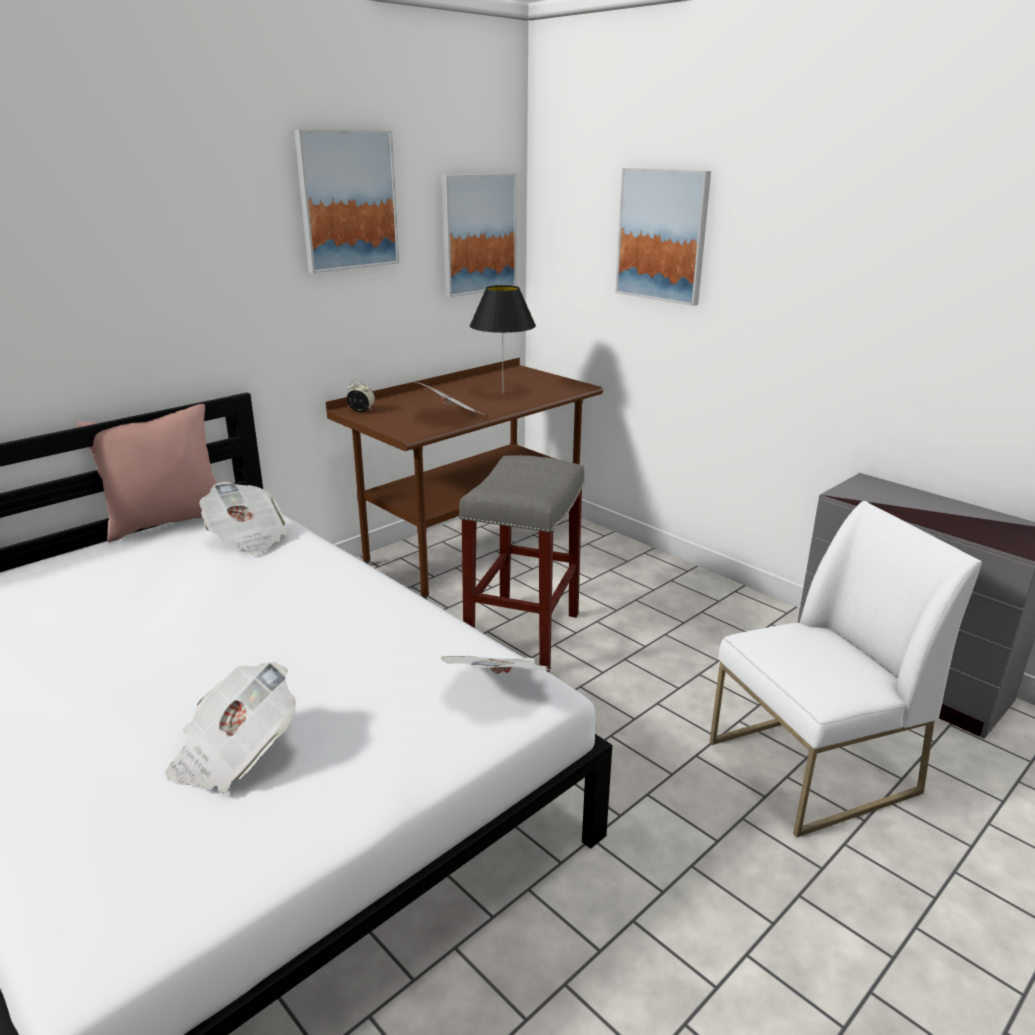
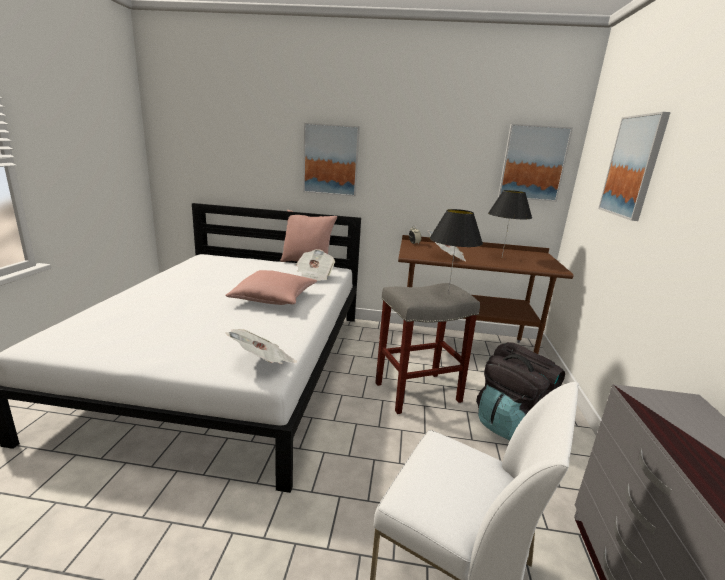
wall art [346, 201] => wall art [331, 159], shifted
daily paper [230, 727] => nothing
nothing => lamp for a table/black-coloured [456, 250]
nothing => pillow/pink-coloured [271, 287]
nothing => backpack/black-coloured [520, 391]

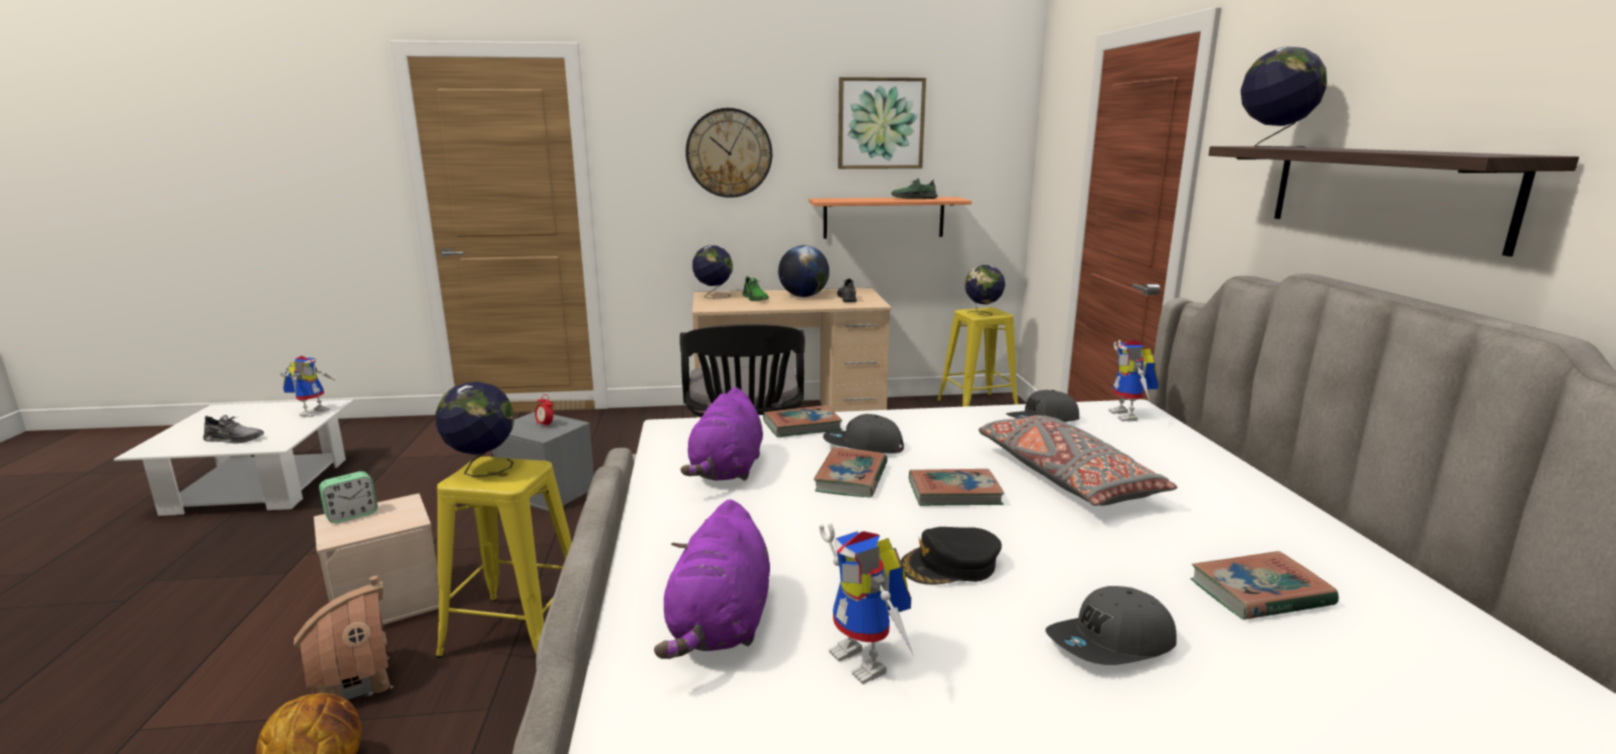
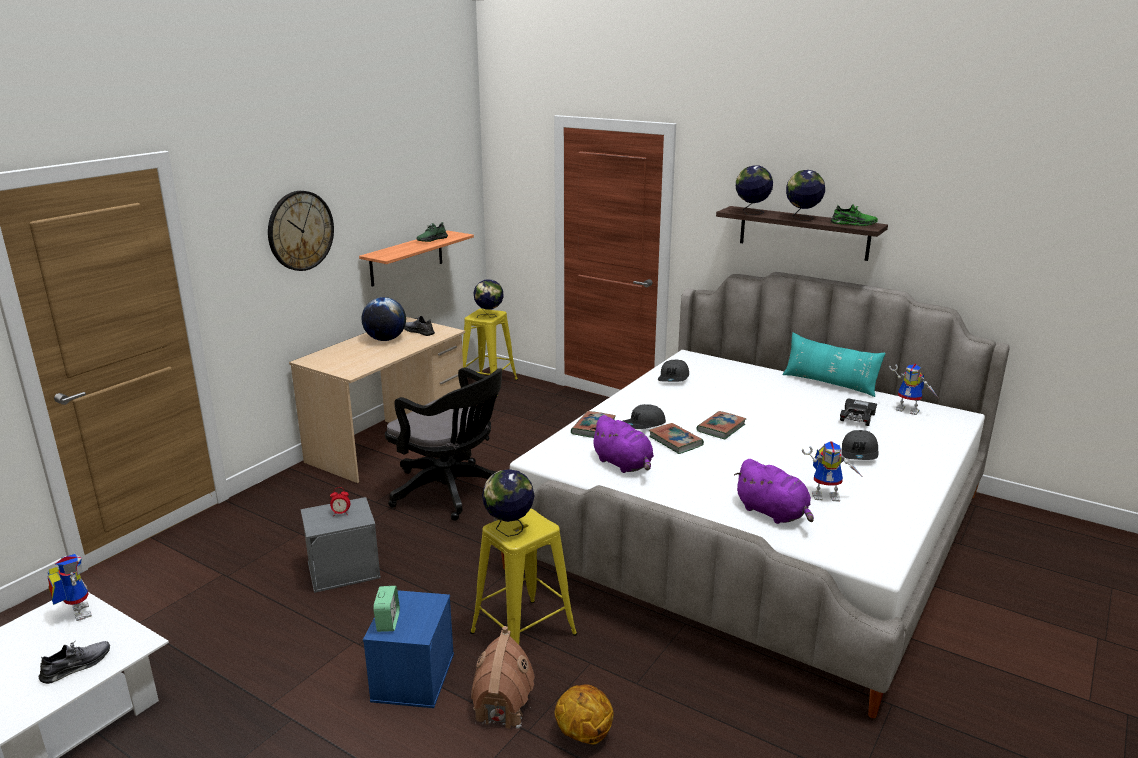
wall art [882, 123] => nothing
world globe [712, 272] => world globe [805, 195], shifted
item of footwear/green-coloured [755, 288] => item of footwear/green-coloured [854, 215], shifted
model robot [1134, 381] => model robot [913, 389], shifted
pillow/greyish [1078, 460] => nothing
storage container/beige-coloured [376, 559] => storage container/bluish [408, 649]
cap/black-coloured [951, 556] => nothing
volume [1265, 585] => miniature car/black-coloured [858, 412]
nothing => pillow/turquoise [833, 364]

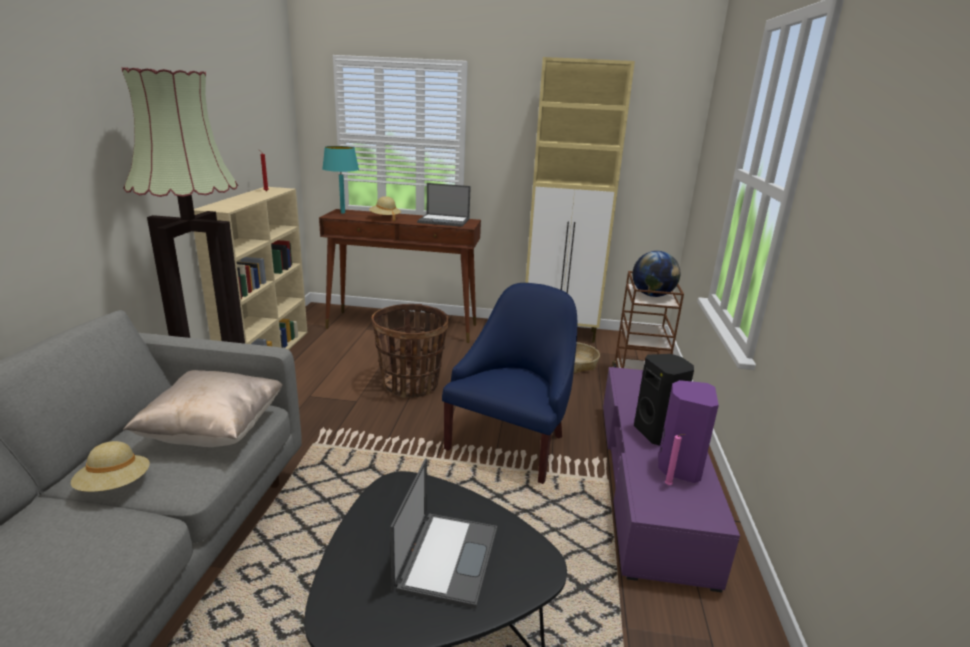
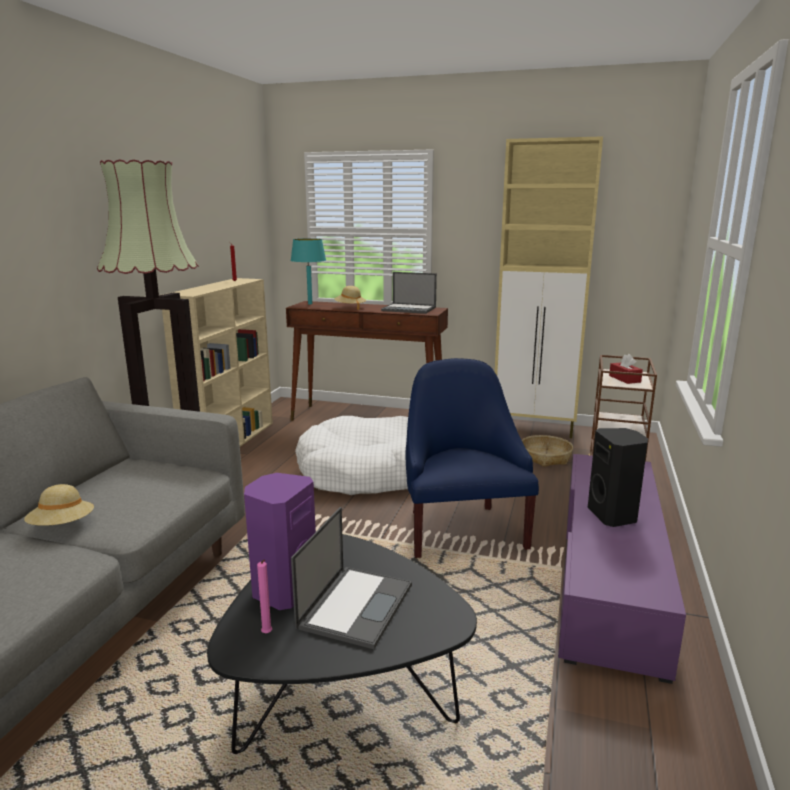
world globe [657, 274] => tissue holder/reddish [626, 369]
lounge chair/bluish [510, 383] => lounge chair/bluish [472, 458], 45 degrees counterclockwise
household basket [410, 351] => pet bed/white [351, 455]
pillow/beige-coloured [203, 408] => nothing
speaker/purple-coloured [688, 431] => speaker/purple-coloured [280, 541], shifted
wax candle/pink-coloured [675, 459] => wax candle/pink-coloured [264, 597], shifted

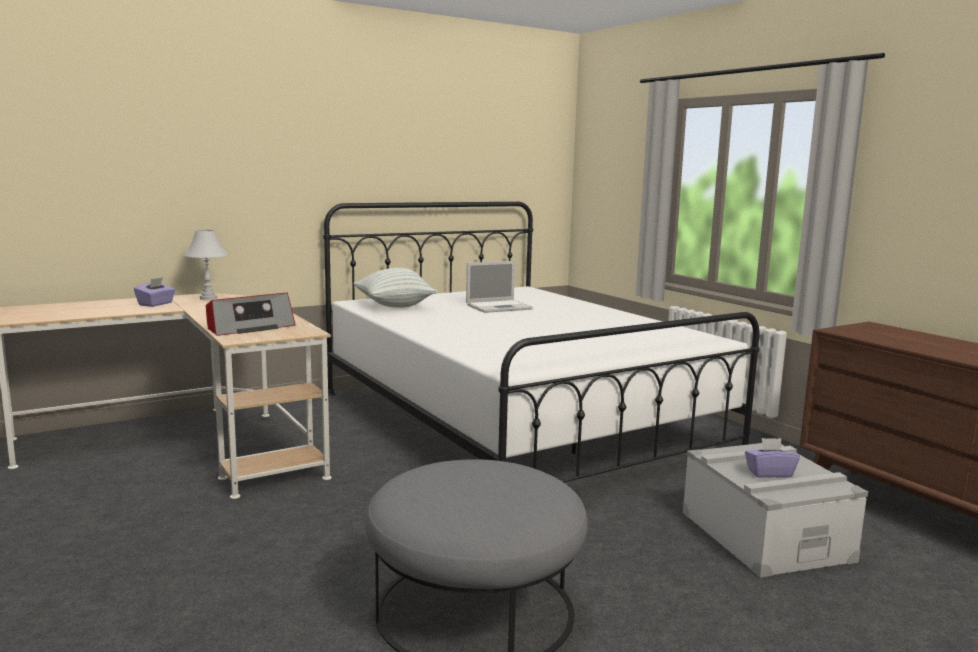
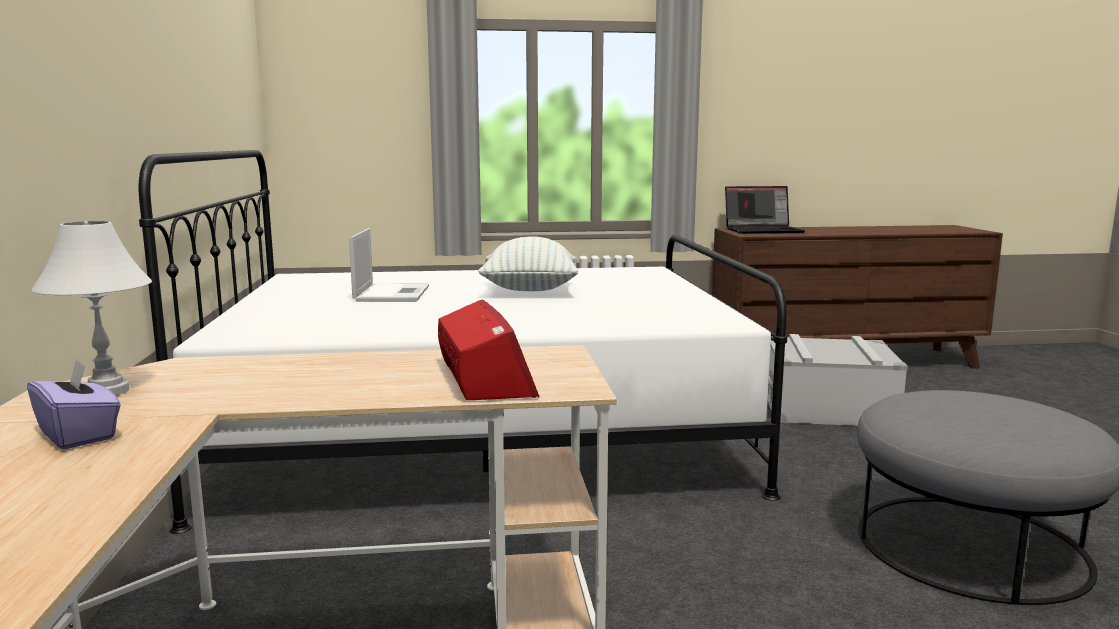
pillow [396, 288] => pillow [528, 263], shifted
tissue holder/purple-coloured [772, 458] => nothing
nothing => notebook computer [765, 210]

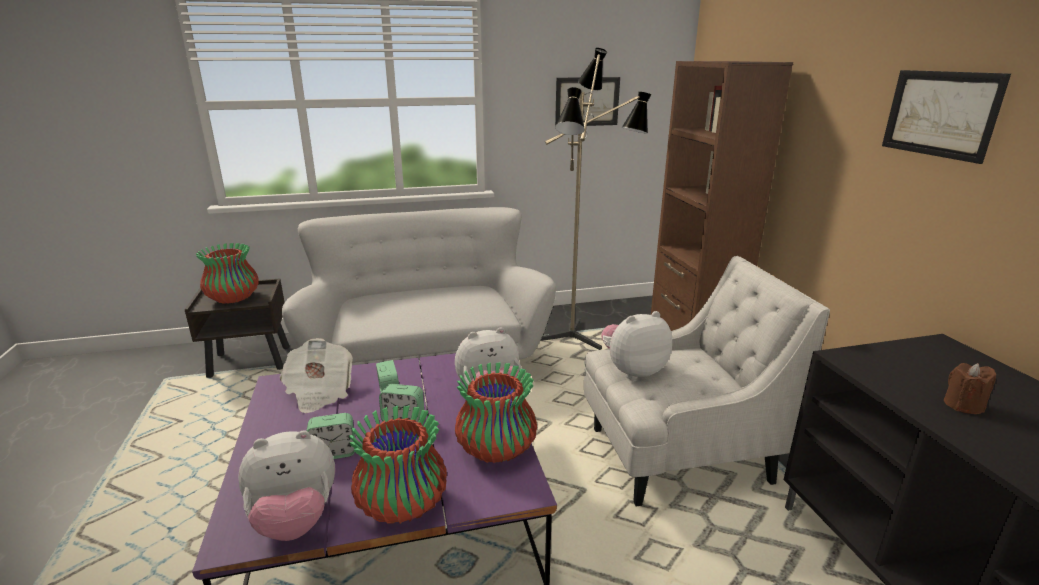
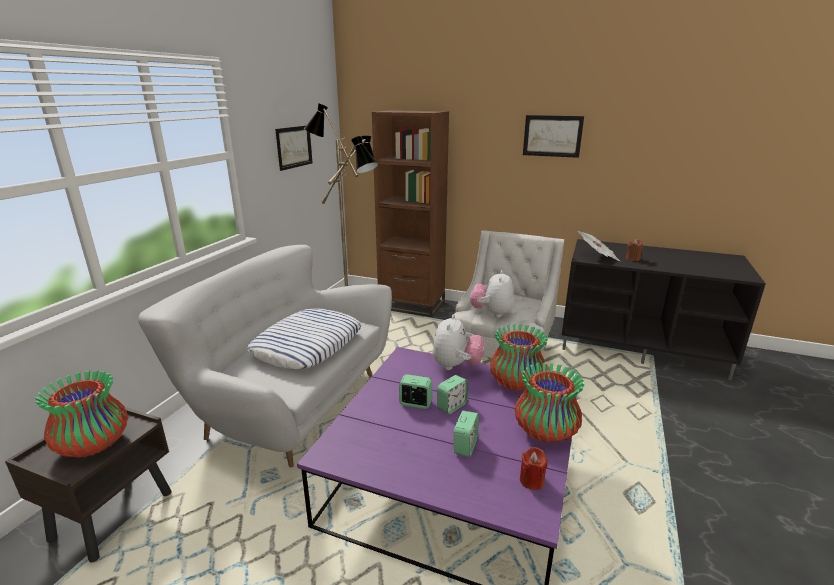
daily paper [316, 375] => daily paper [599, 246], shifted
plush toy [286, 485] => wax candle/reddish [534, 468]
nothing => pillow [304, 338]

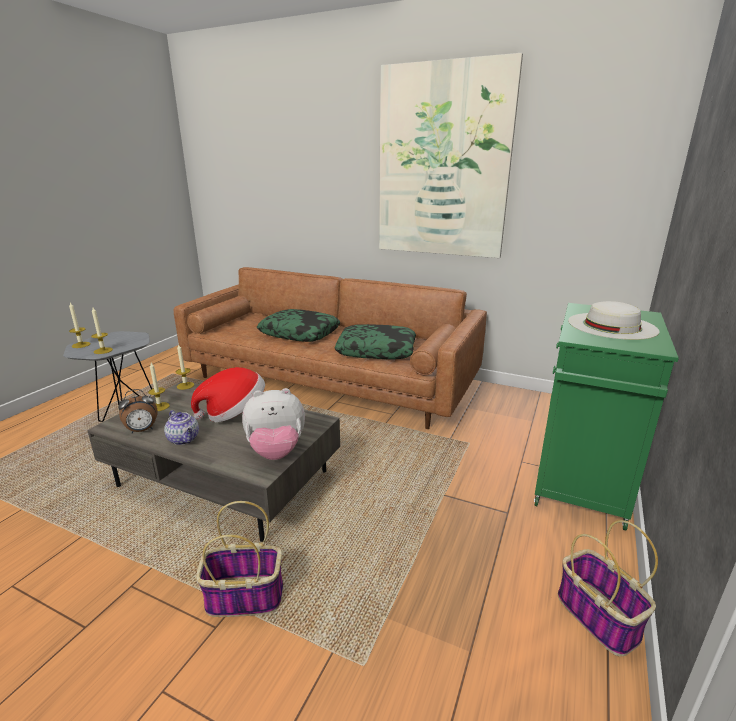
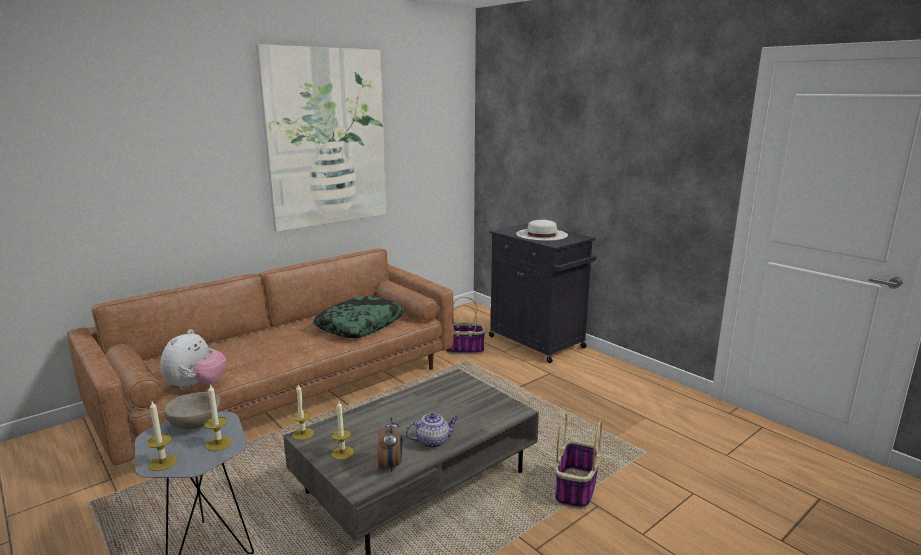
cabinet/green-coloured [606, 416] => cabinet/black-coloured [542, 293]
pillow [298, 325] => nothing
clothing hat [228, 394] => nothing
plush toy [273, 424] => plush toy [193, 359], shifted
household basket [608, 588] => household basket [465, 325], shifted
nothing => bowl/beige-coloured [192, 410]

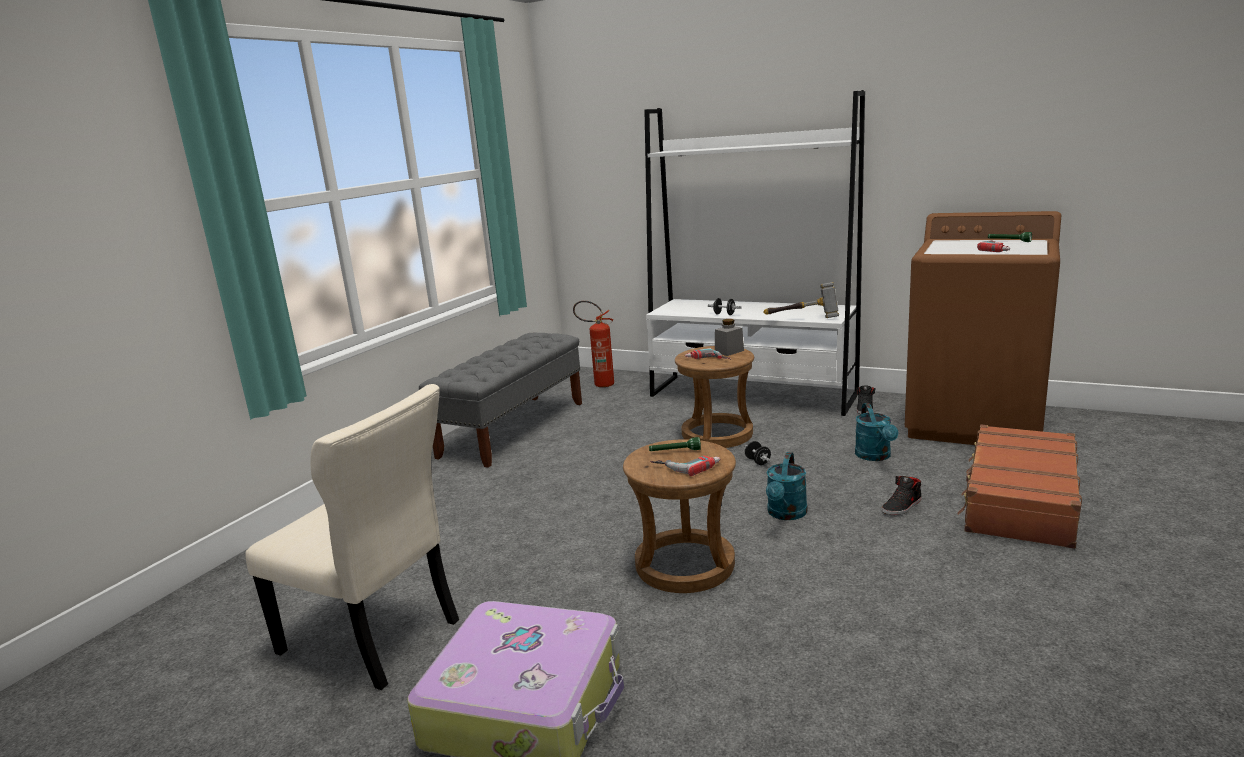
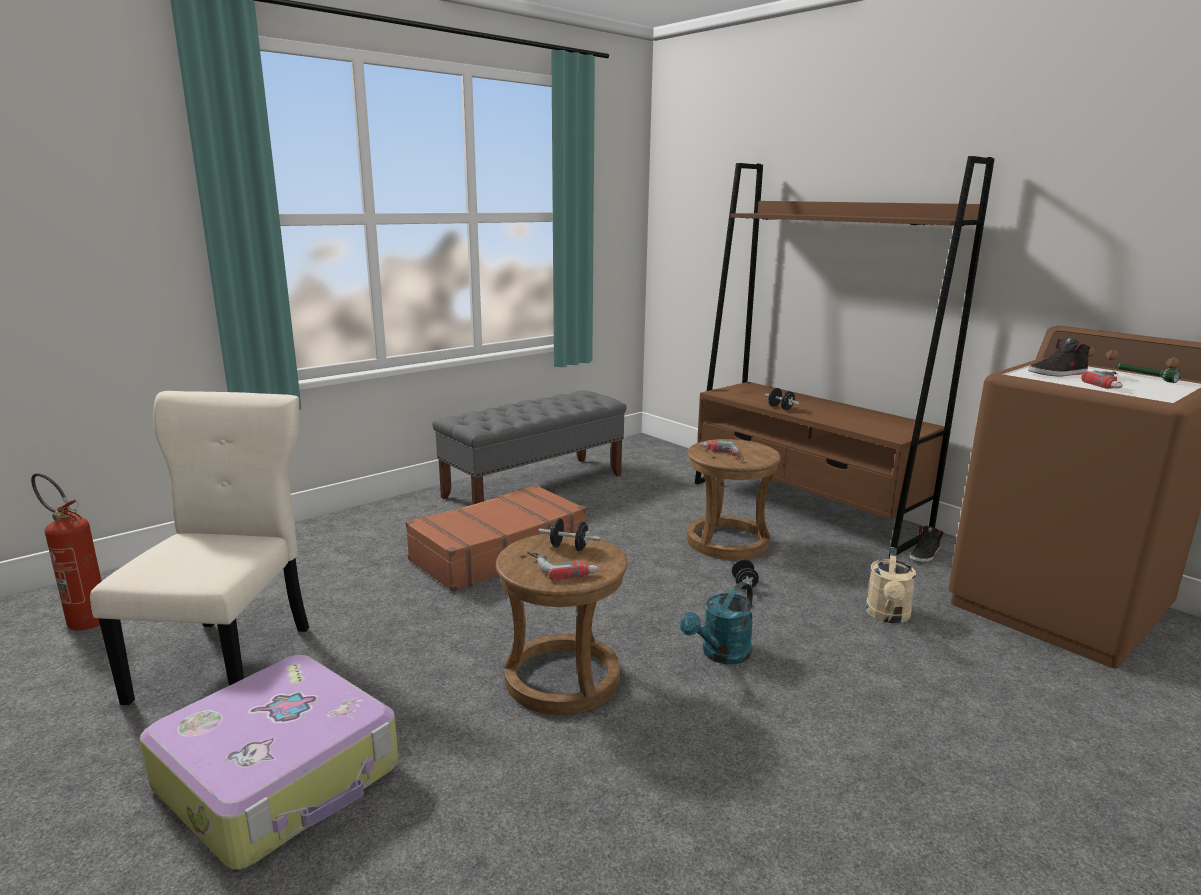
shelving unit/white [755, 253] => shelving unit/brown [844, 355]
hammer [801, 300] => nothing
fire extinguisher [593, 344] => fire extinguisher [66, 551], shifted
storage jar/greyish [729, 337] => nothing
chair/beige-coloured [352, 537] => chair/beige-coloured [199, 548], 135 degrees counterclockwise
sprinkling can/turquoise [876, 432] => sprinkling can/beige-coloured [891, 585]
piece of luggage/brown [1019, 486] => piece of luggage/brown [496, 538], shifted
flashlight/green-coloured [675, 444] => hand weight/black-coloured [569, 534]
item of footwear/black-coloured [901, 495] => item of footwear/black-coloured [1059, 357], shifted

